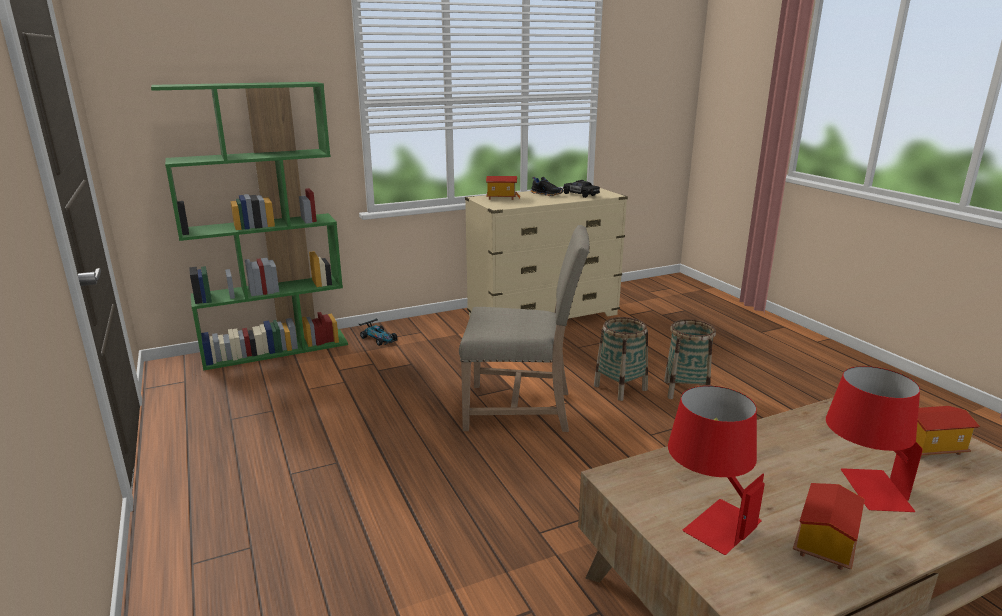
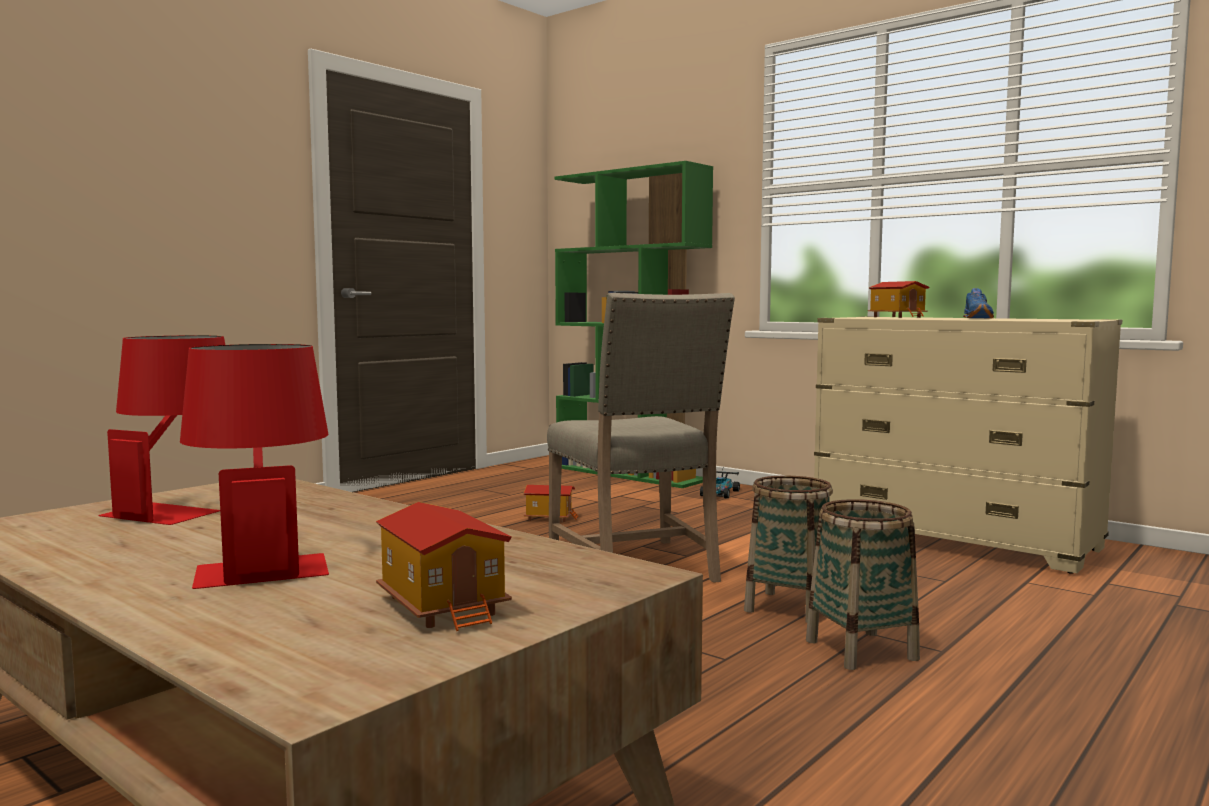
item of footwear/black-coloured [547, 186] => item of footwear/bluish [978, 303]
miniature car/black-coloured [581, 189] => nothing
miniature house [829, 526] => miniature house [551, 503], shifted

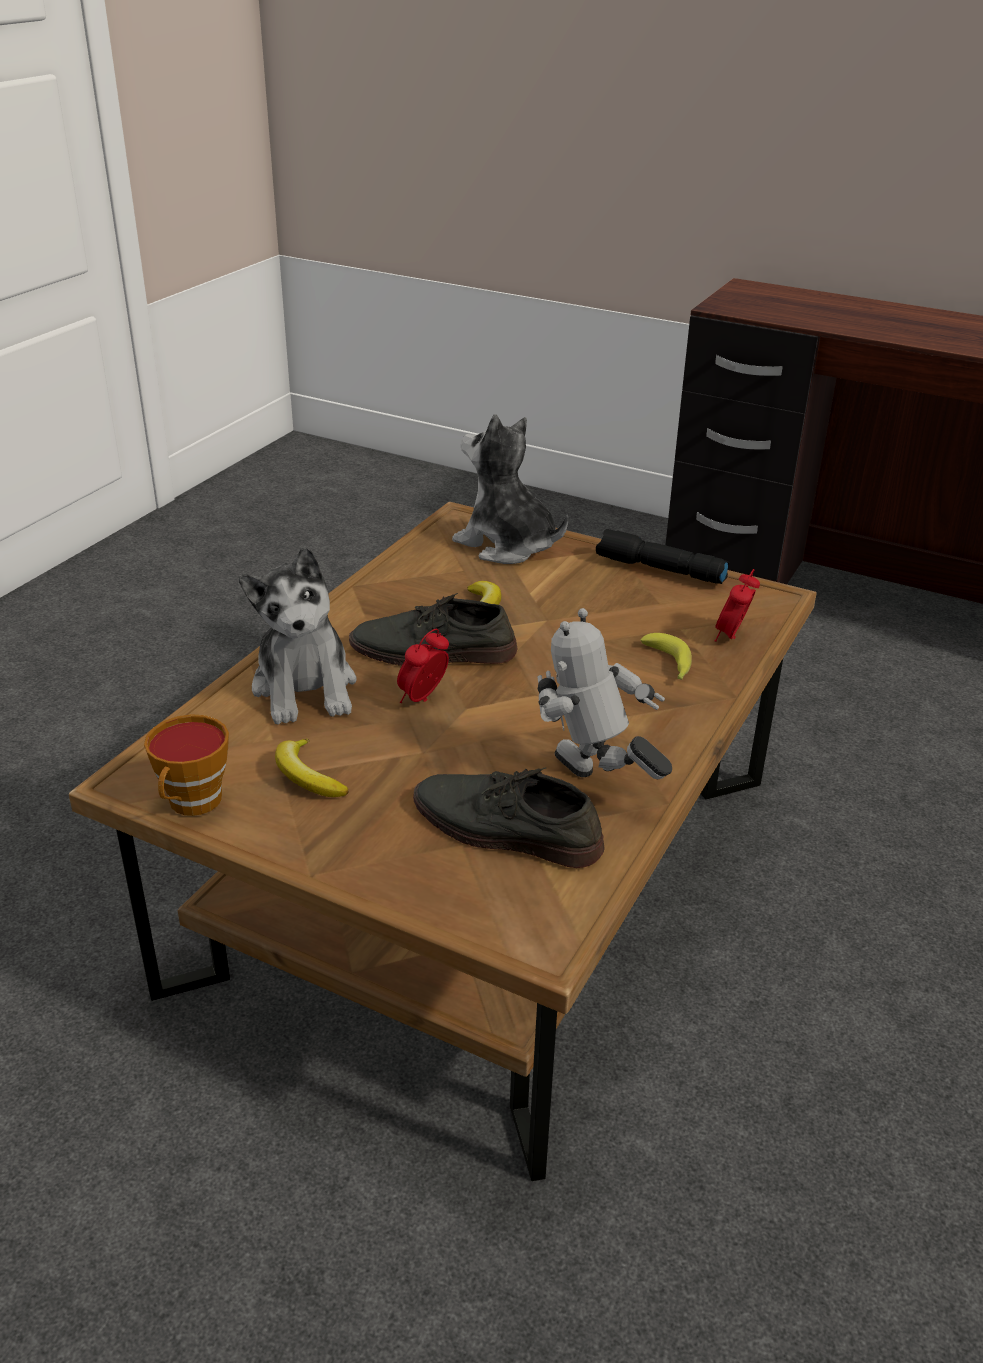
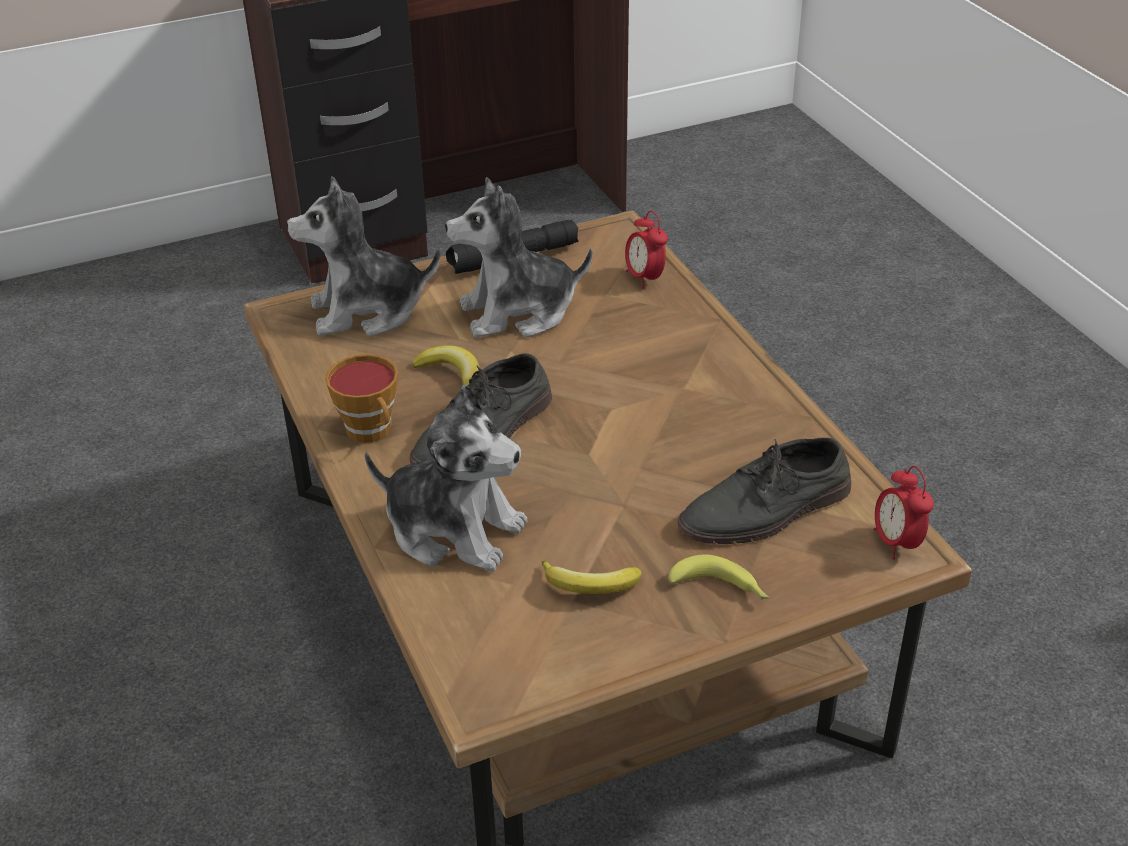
model robot [605, 693] => nothing
table clock [423, 666] => table clock [903, 513], shifted
banana [666, 656] => banana [718, 577], shifted
drinking cup [186, 765] => drinking cup [361, 398], shifted
nothing => plush toy [519, 257]

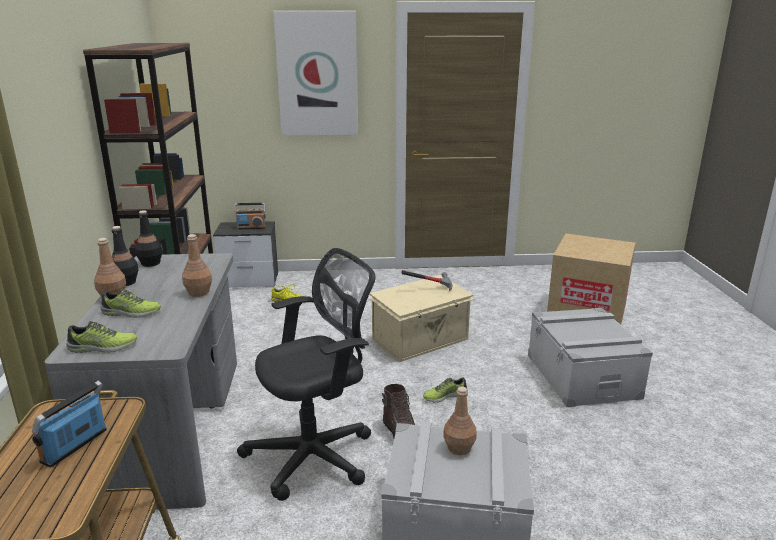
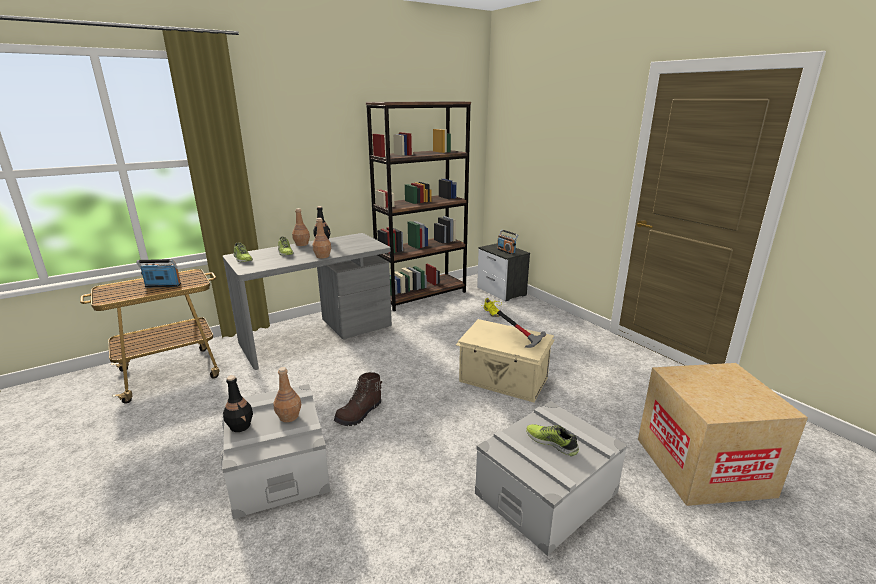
wall art [315, 73] => nothing
bottle/black-coloured [149, 238] => bottle/black-coloured [238, 403], shifted
computer chair/black-coloured [306, 374] => nothing
item of footwear [445, 390] => item of footwear [552, 440], shifted

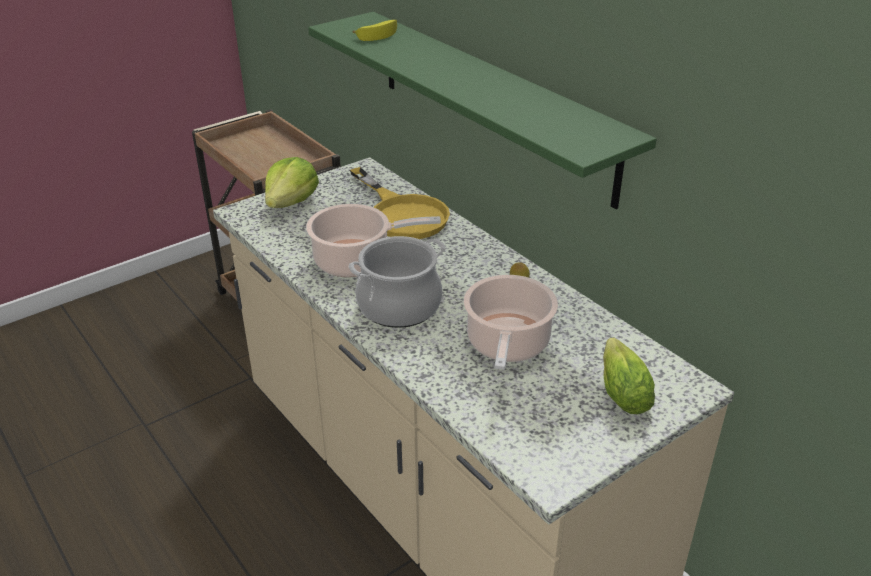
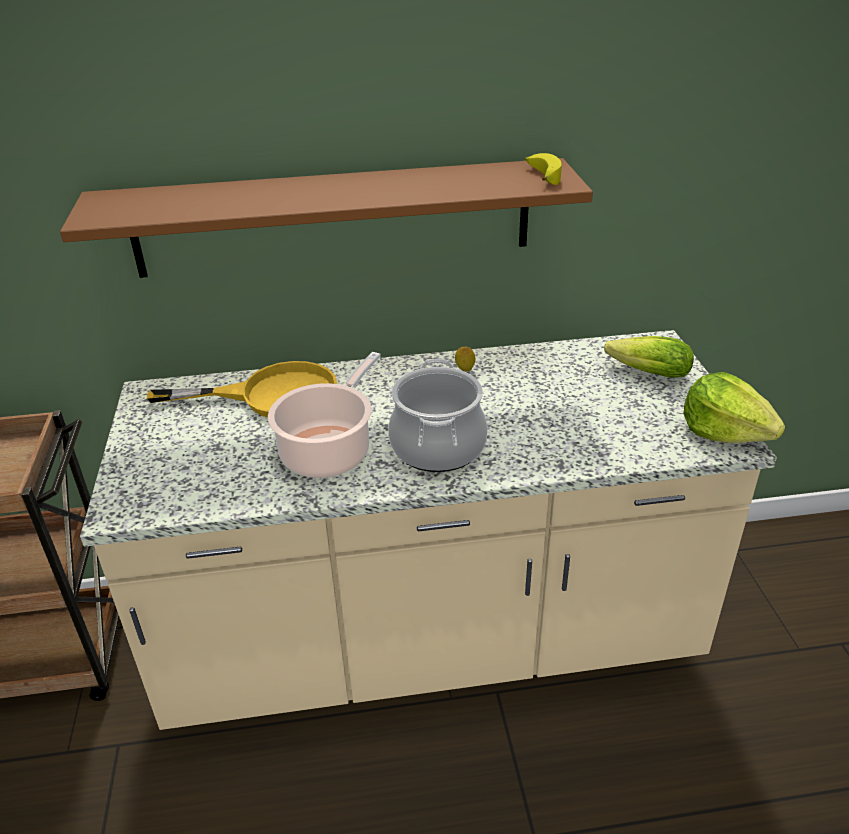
shelf/green-coloured [482, 110] => shelf/brown [326, 218]
banana [375, 30] => banana [543, 169], shifted
head of lettuce [292, 182] => head of lettuce [734, 407], shifted
stockpot [511, 322] => nothing

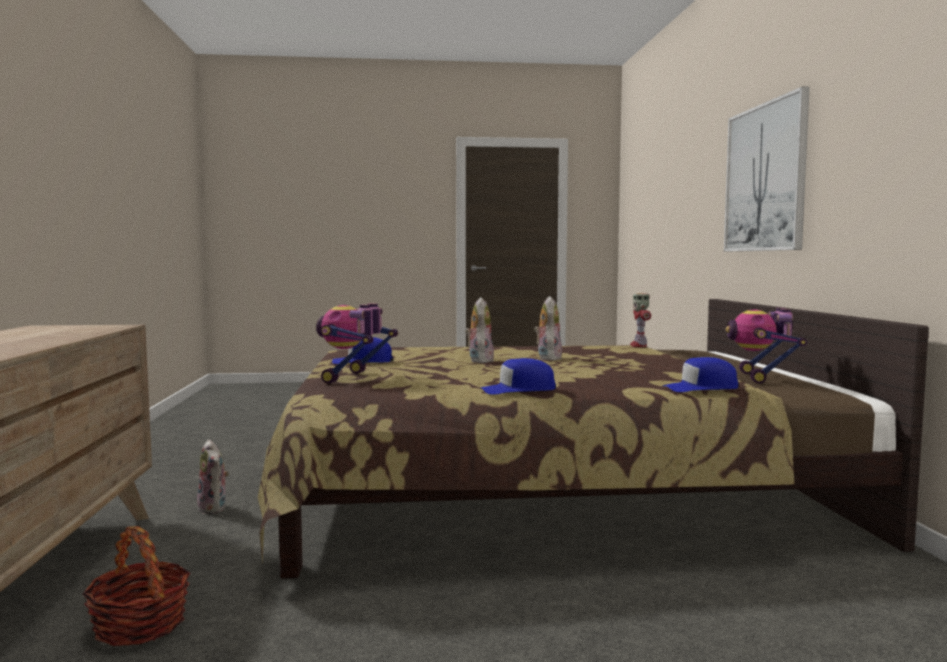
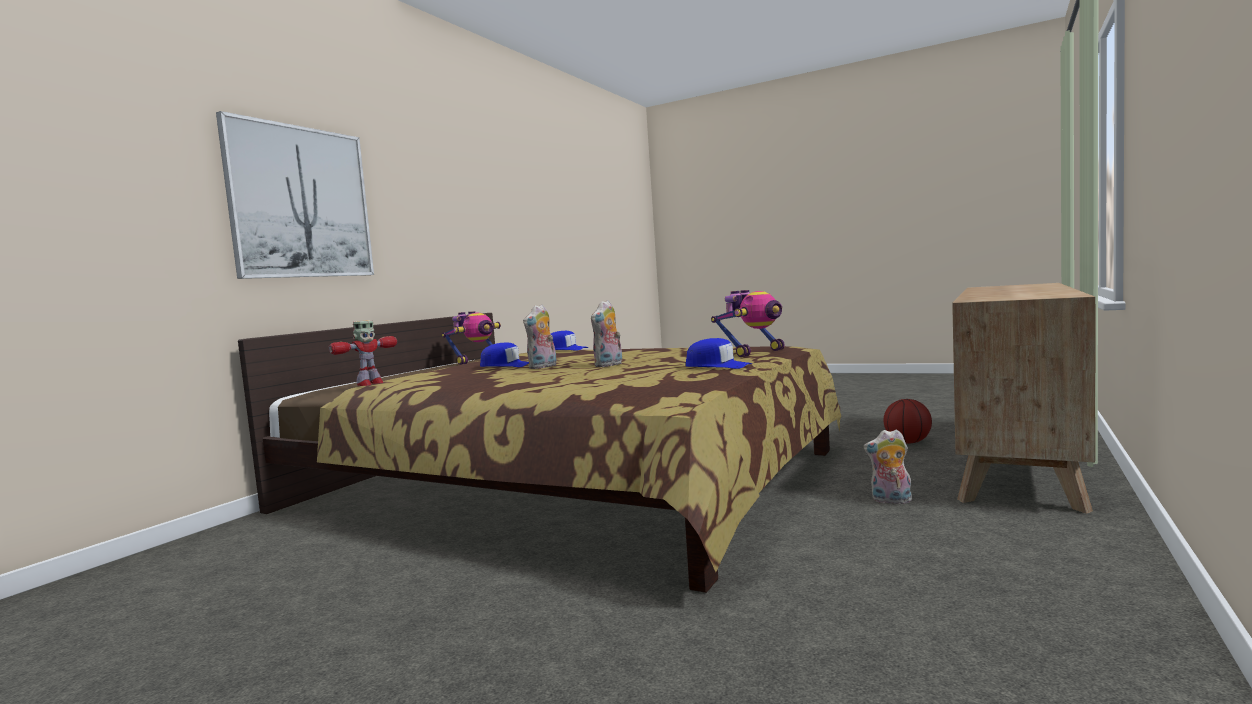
cap/bluish [518, 376] => cap/bluish [504, 354], shifted
plush toy [213, 476] => plush toy [888, 466], 75 degrees counterclockwise
household basket [136, 586] => ball for basketball [908, 421]

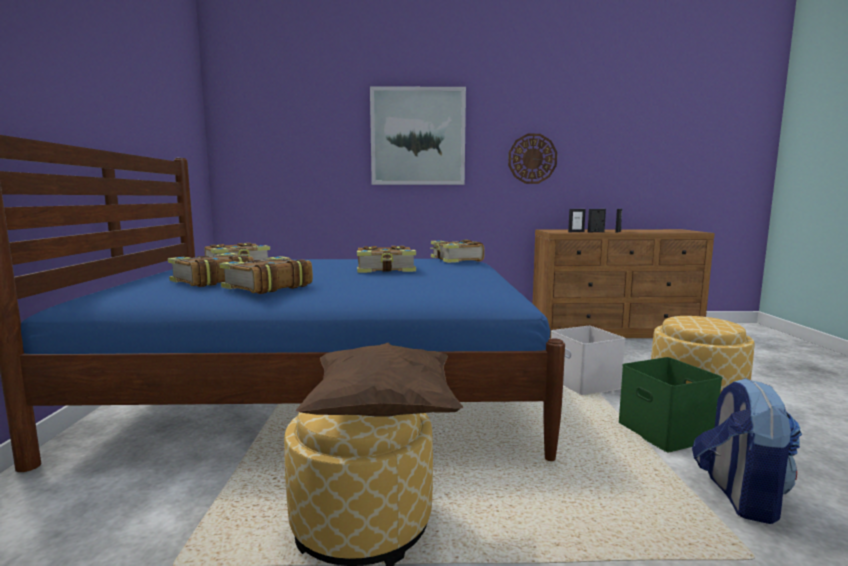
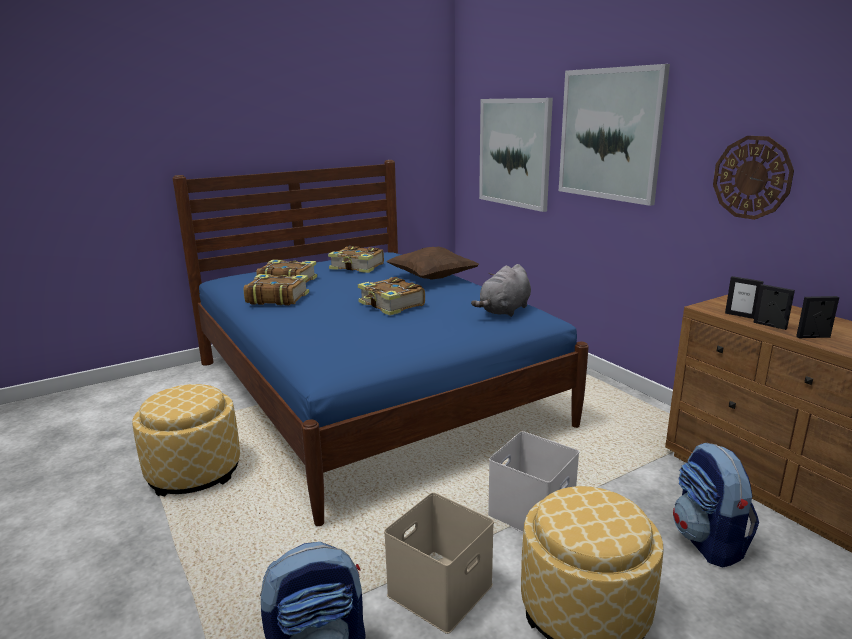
volume [457, 251] => plush toy/greyish [501, 290]
pillow/brown [379, 379] => pillow/brown [433, 263], shifted
storage container/green-coloured [670, 404] => storage container/beige-coloured [439, 563]
nothing => wall art [516, 155]
nothing => backpack [716, 505]

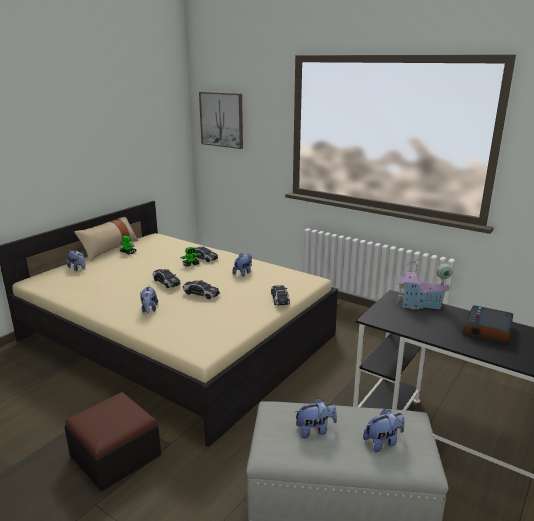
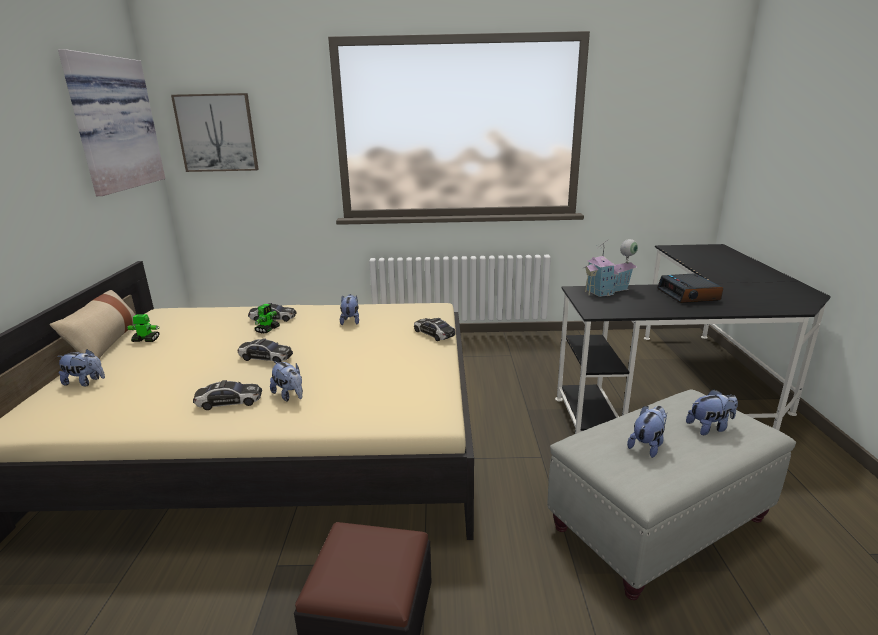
miniature car [201, 289] => miniature car [227, 395], shifted
plush toy [384, 431] => plush toy [712, 412], 45 degrees clockwise
nothing => wall art [111, 122]

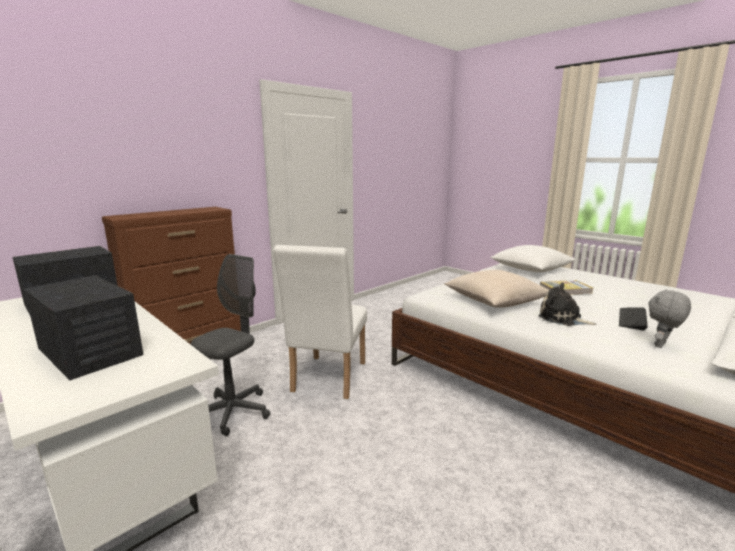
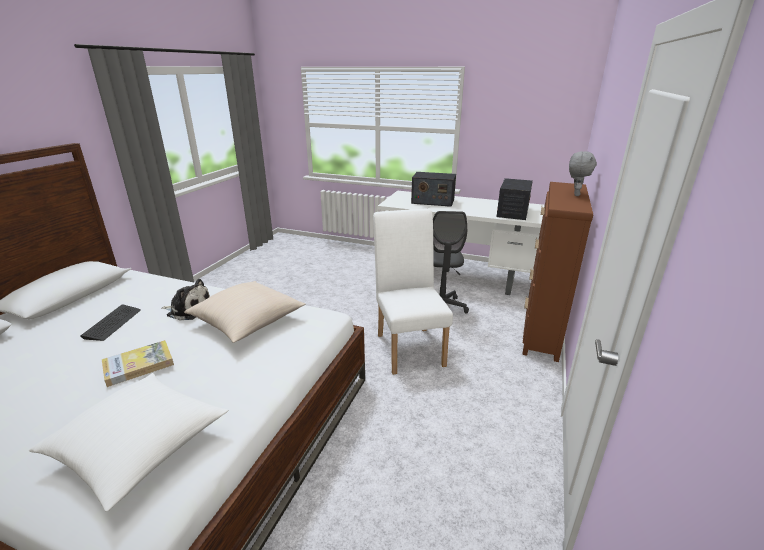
plush toy/greyish [669, 318] => plush toy/greyish [583, 173], shifted

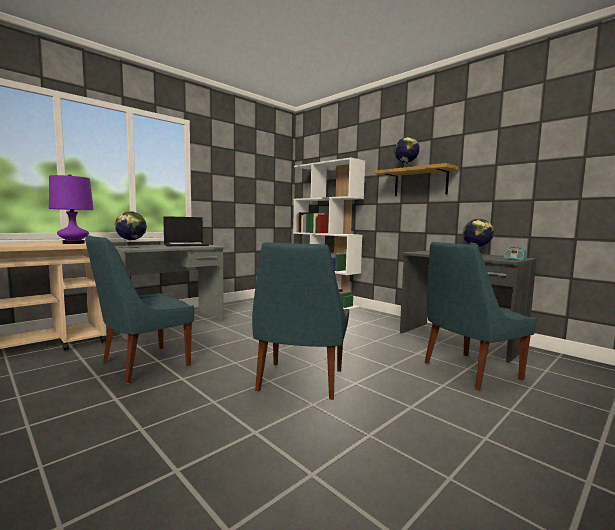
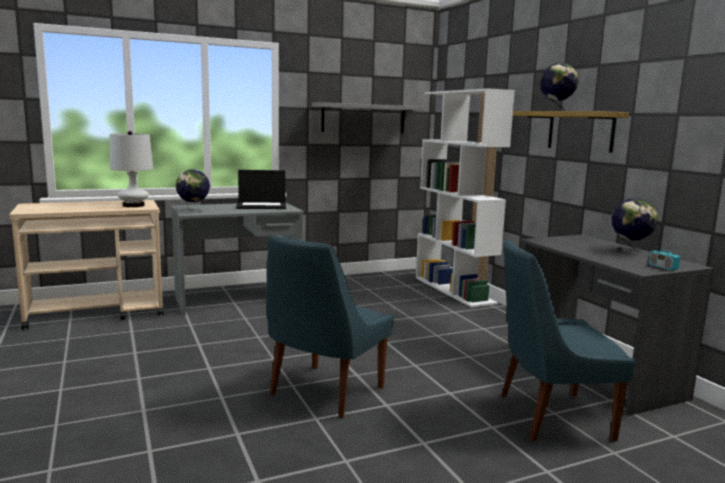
lamp for a table/purple-coloured [71, 209] => lamp for a table/white [131, 169]
chair/bluish [139, 309] => nothing
nothing => shelf/greyish [368, 117]

